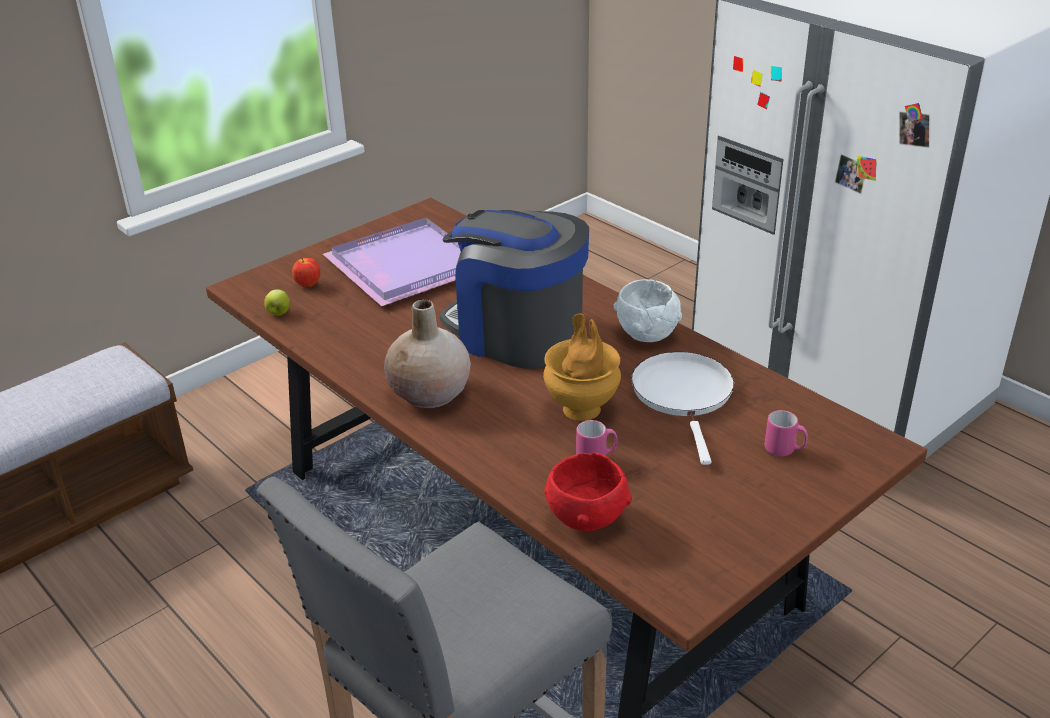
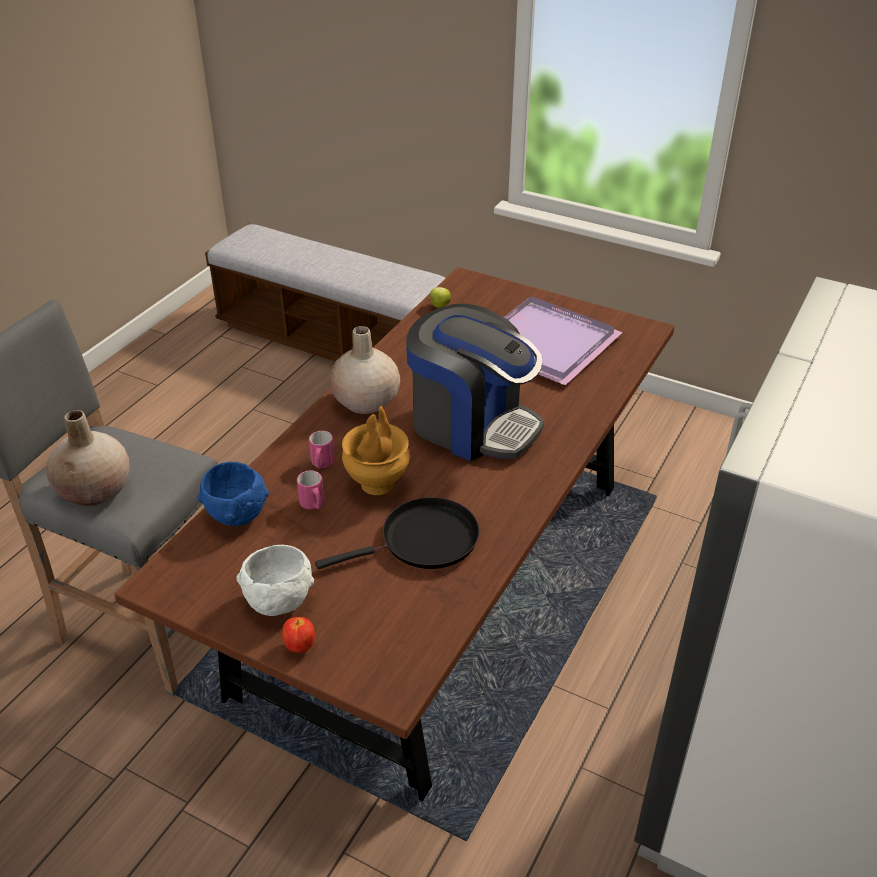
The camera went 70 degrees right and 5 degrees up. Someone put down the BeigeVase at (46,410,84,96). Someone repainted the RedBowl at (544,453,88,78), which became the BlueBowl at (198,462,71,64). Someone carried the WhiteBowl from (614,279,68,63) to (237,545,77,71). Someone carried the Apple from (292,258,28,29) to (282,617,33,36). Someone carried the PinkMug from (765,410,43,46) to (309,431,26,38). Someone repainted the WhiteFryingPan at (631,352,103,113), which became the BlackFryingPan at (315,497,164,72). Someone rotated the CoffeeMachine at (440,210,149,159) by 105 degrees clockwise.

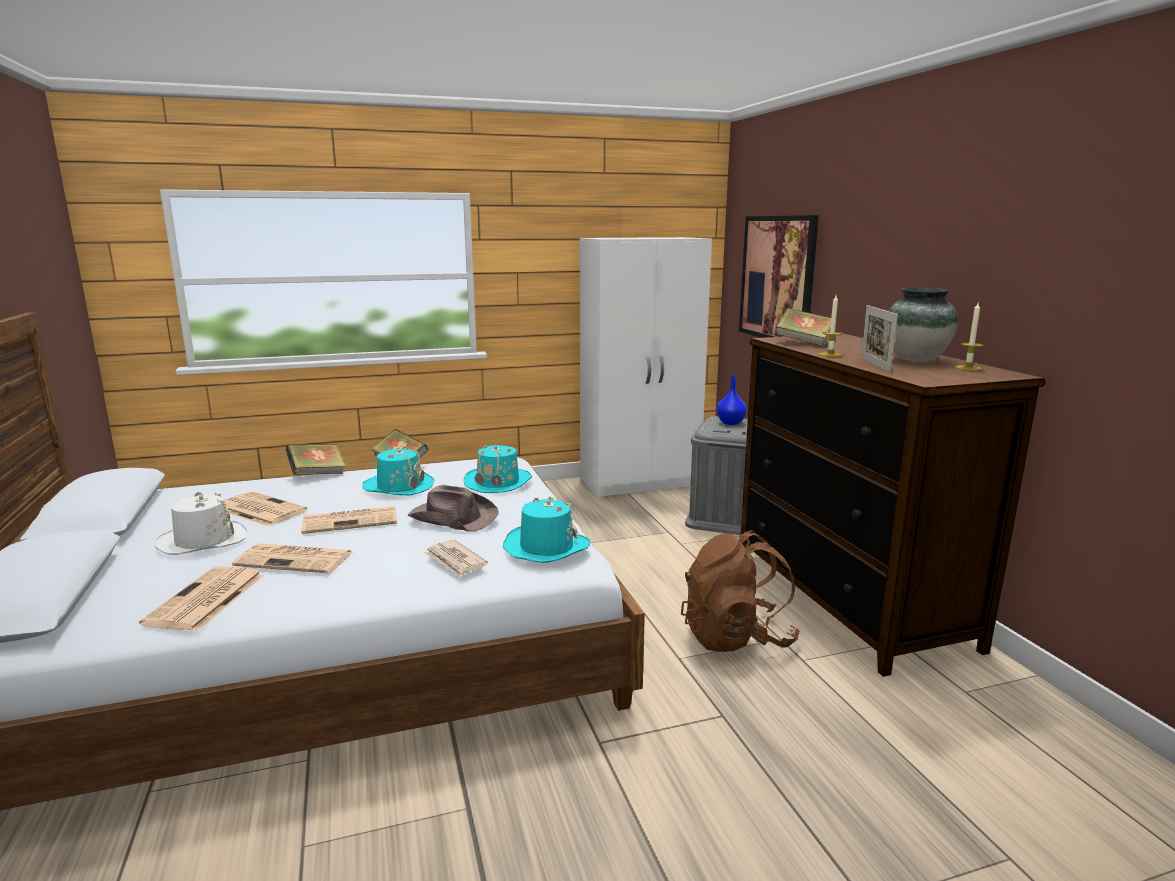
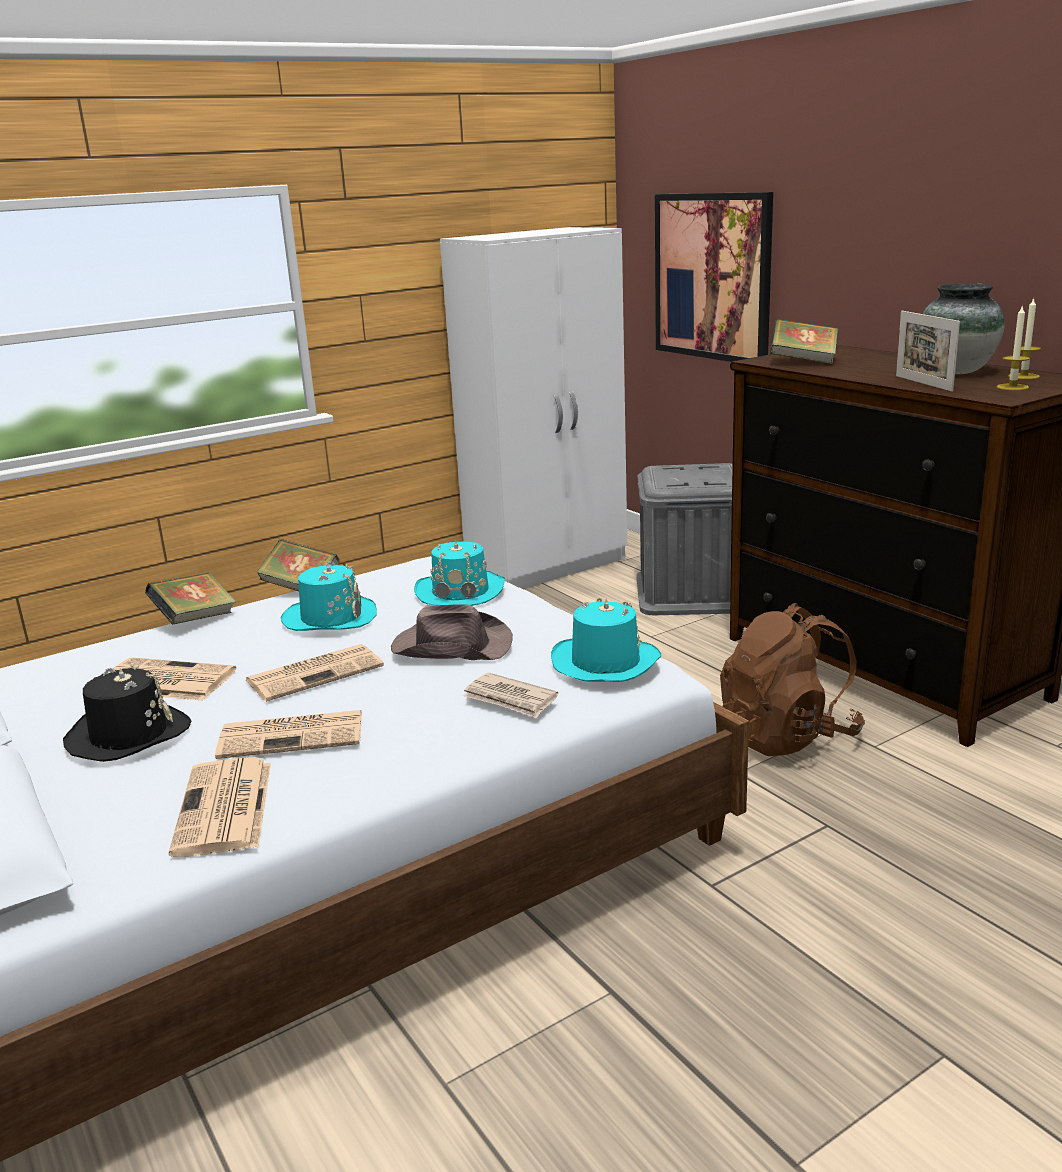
The camera went 15 degrees left and 5 degrees up. Someone repainted the WhiteHat at (155,492,92,63), which became the BlackHat at (63,665,128,97). Someone carried the Candle from (819,295,23,62) to (996,305,34,85). Someone took away the BlueVase at (717,376,30,49).

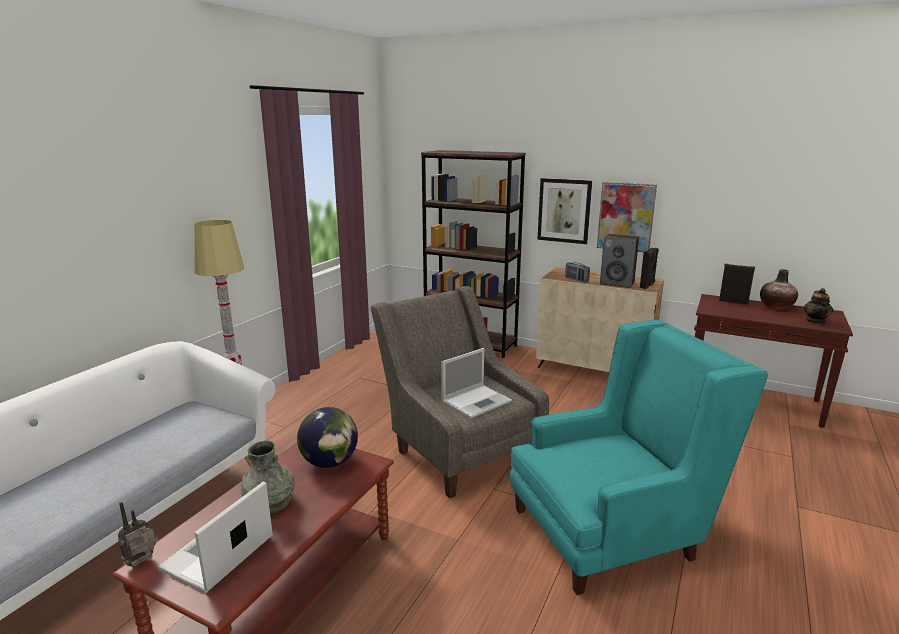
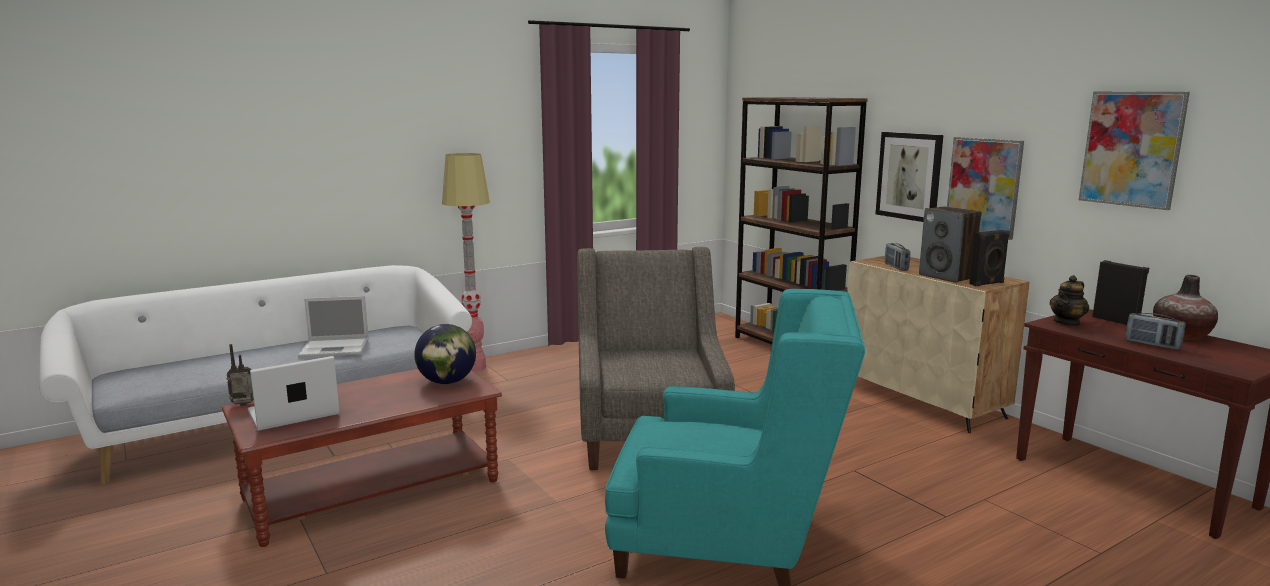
The camera went 30 degrees right and 5 degrees down. Someone carried the Laptop from (441,348,71,71) to (298,296,70,61). Someone carried the Teapot from (803,288,30,36) to (1049,275,40,51). Someone put up the Picture at (1079,91,111,119). Someone put down the Radio at (1125,313,61,37). Someone took away the GreyVase at (241,440,54,74).

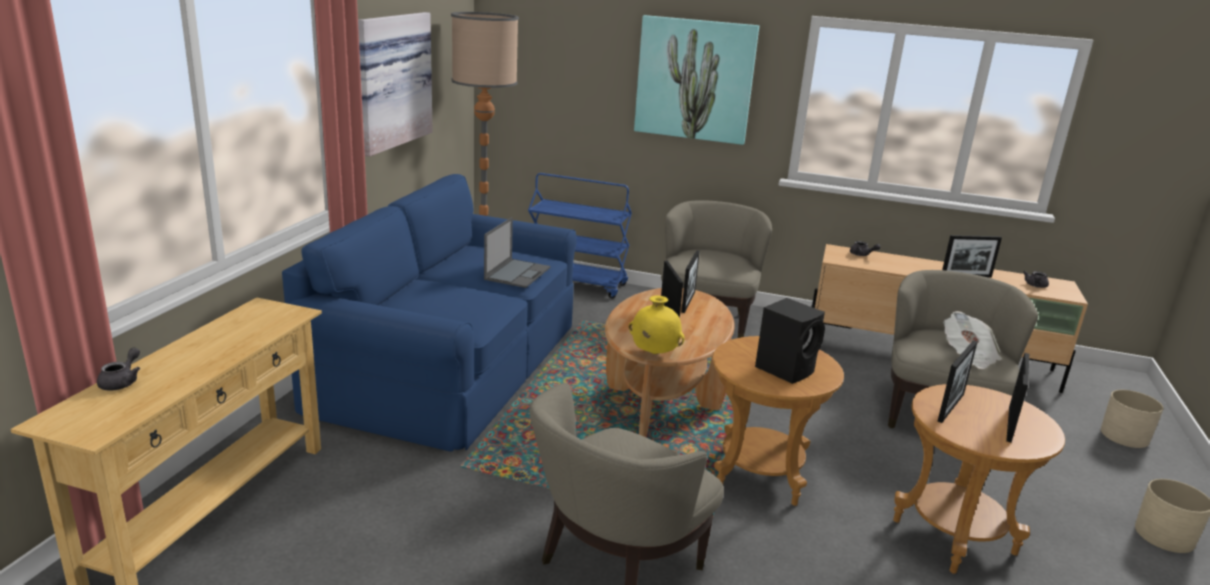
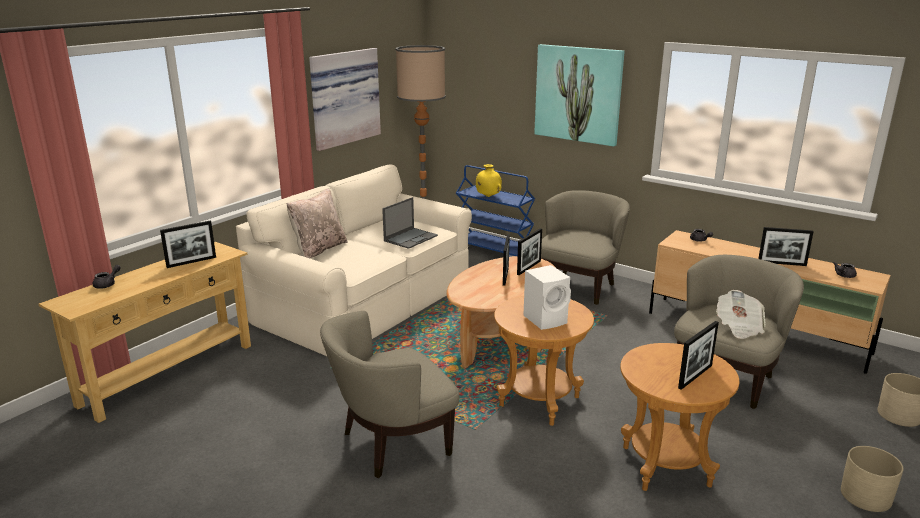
The camera went 20 degrees right and 0 degrees up. Someone carried the PictureFrame from (938,340,39,83) to (160,221,56,47). Someone repainted the BlueSofa at (282,174,295,278), which became the BeigeSofa at (236,165,236,191). Someone put down the BeigePillow at (286,188,62,71). Someone carried the YellowVase from (628,295,57,59) to (476,164,26,33). Someone repainted the BlackSpeaker at (755,298,70,86), which became the WhiteSpeaker at (523,265,48,65).

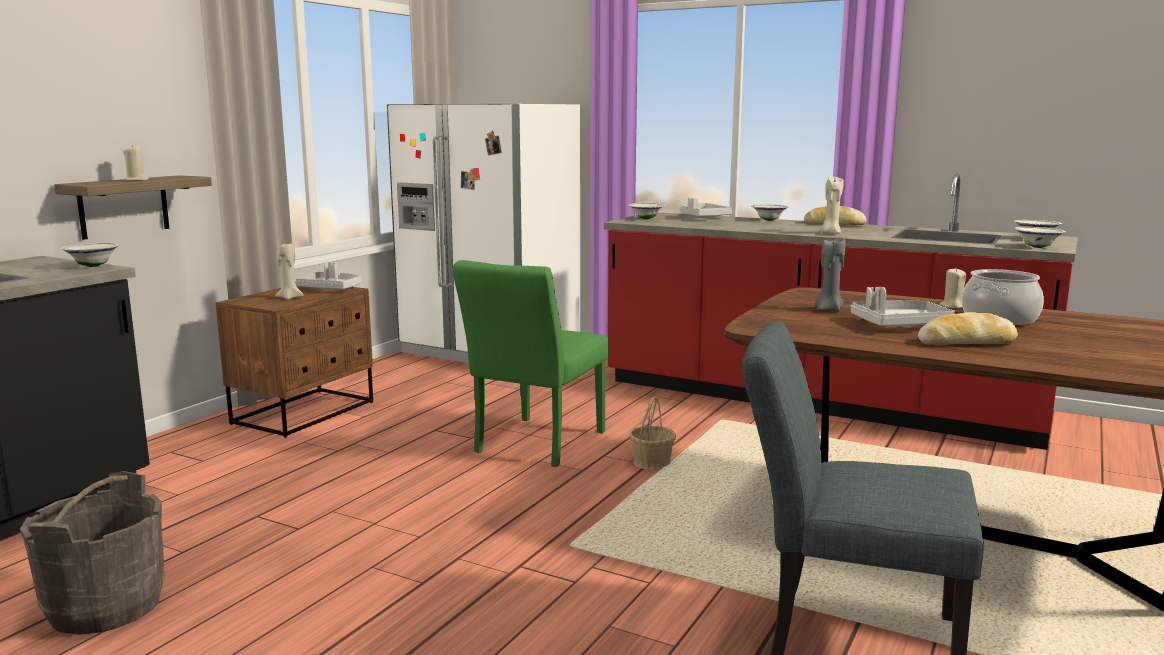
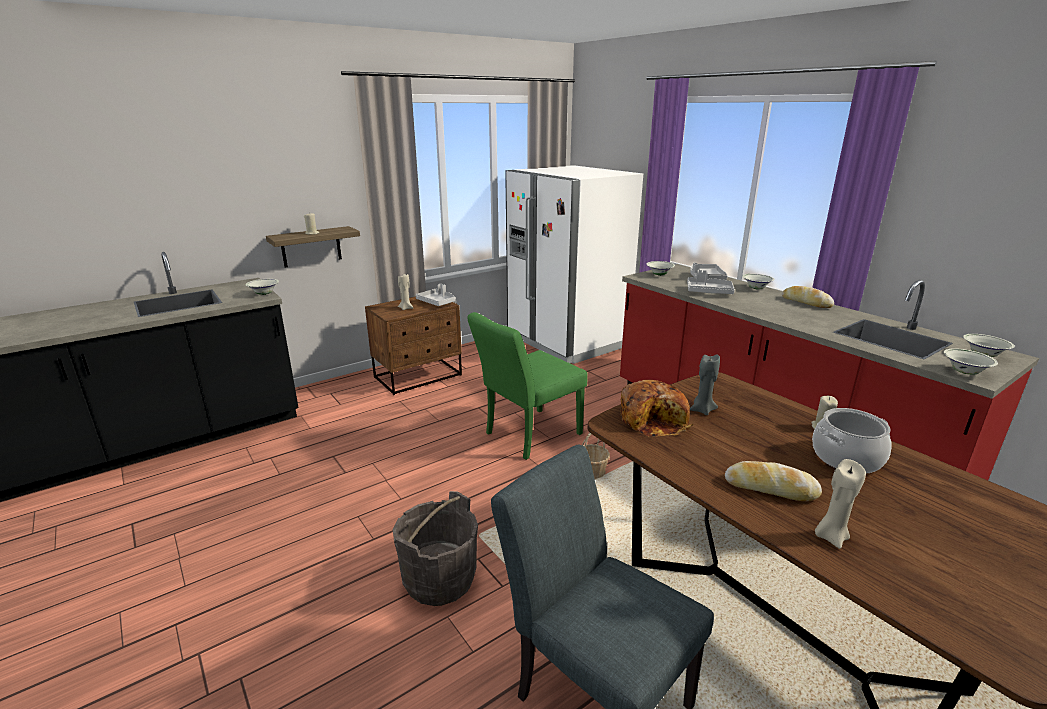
The camera went 25 degrees right and 10 degrees up. Someone carried the GreyBucket from (20,471,145,164) to (393,491,85,115). Someone put down the Bread at (620,380,73,57). Someone carried the GreyTray from (850,287,105,40) to (687,270,48,24). Someone carried the BeigeCandle from (821,176,23,58) to (815,459,51,90).

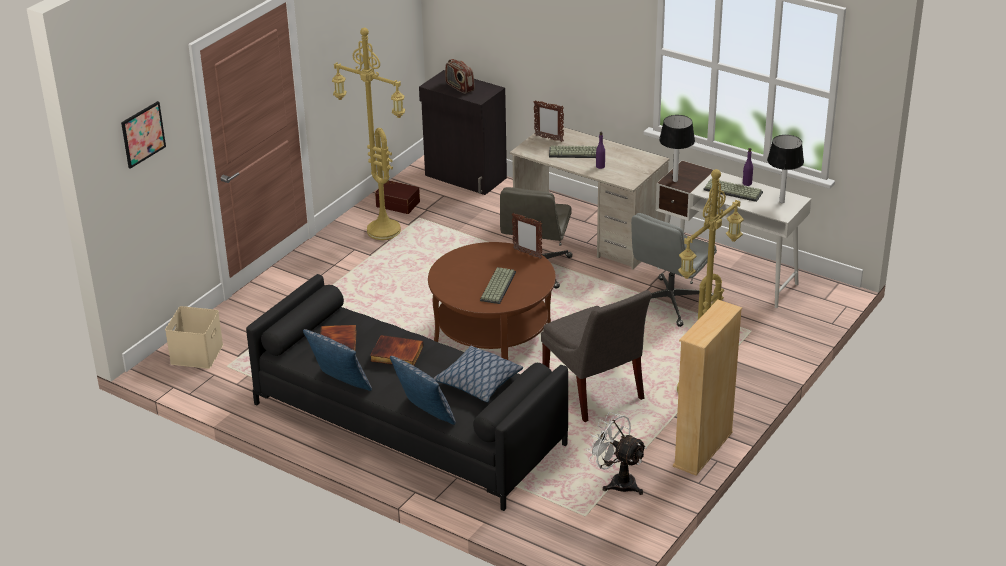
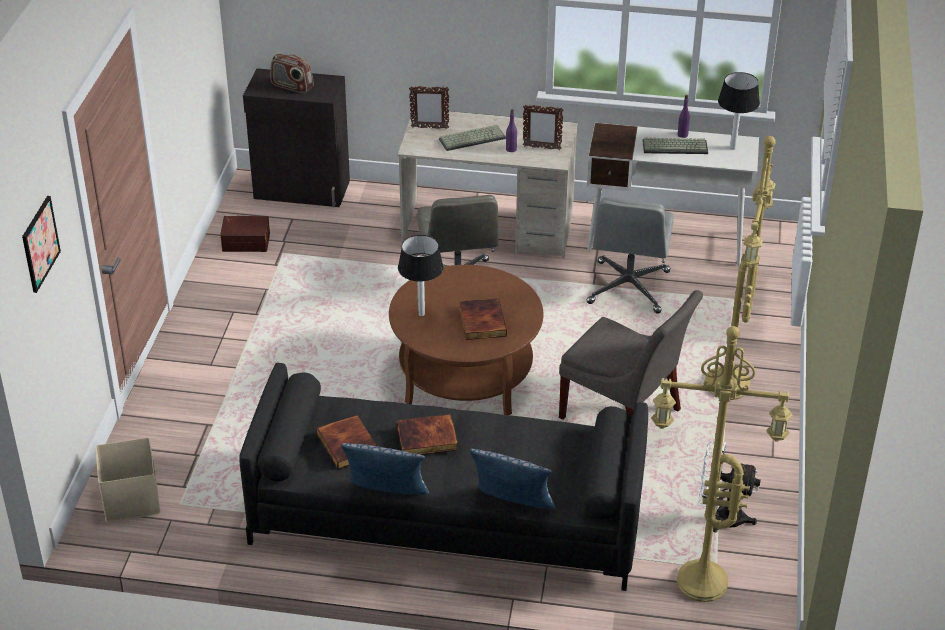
The camera went 25 degrees left and 5 degrees up. Someone carried the TableLamp from (659,115,36,67) to (398,235,45,81). Someone swapped the Keyboard at (480,267,36,37) for the Book at (459,298,48,42). Someone carried the PictureFrame from (512,213,30,46) to (523,104,41,46). Someone carried the YellowFloorLamp from (332,28,73,212) to (651,326,142,276). Someone took away the Pillow at (433,346,90,57). Someone took away the BeigeBookcase at (673,300,69,176).

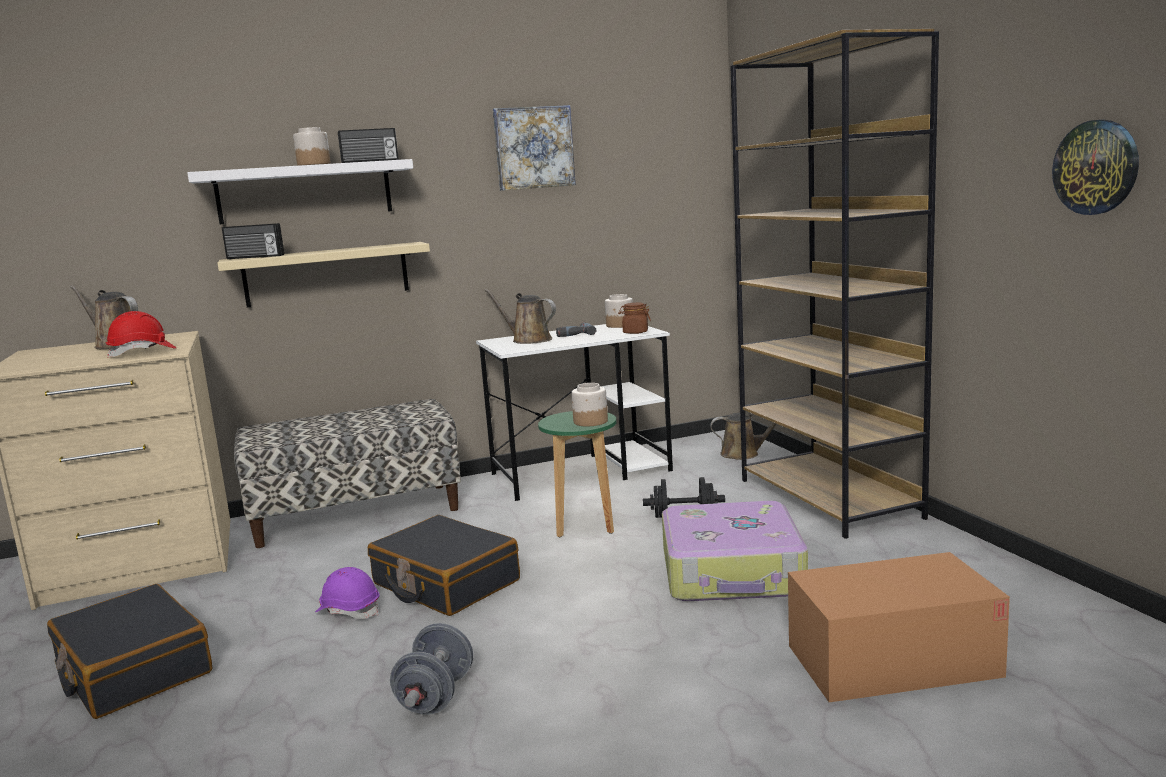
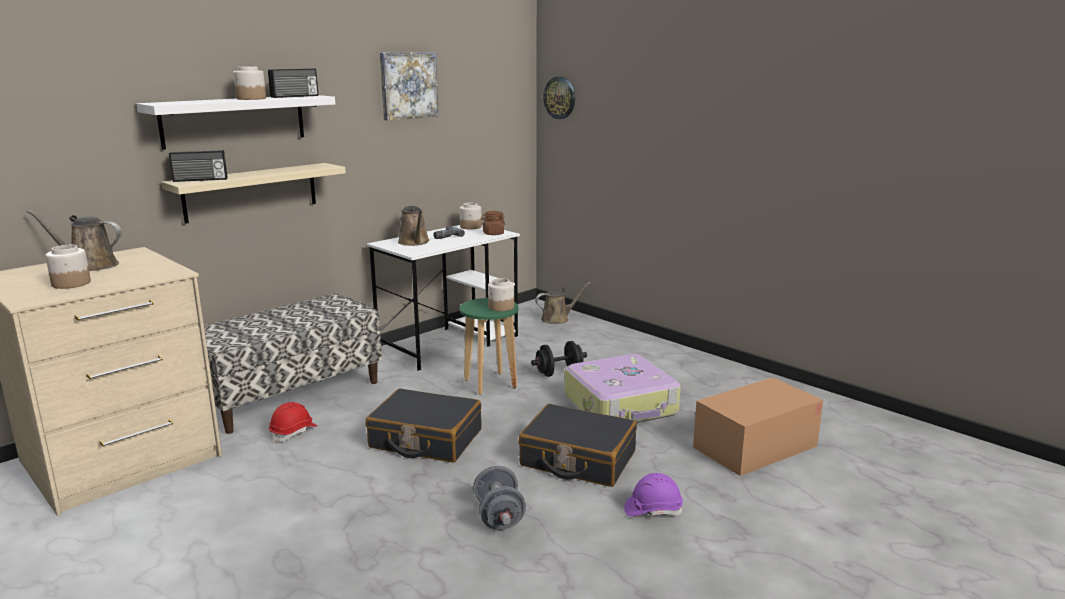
The camera went 25 degrees left and 5 degrees up. Someone put down the Jar at (45,245,46,44). Someone carried the RedHardHat from (106,311,70,46) to (269,402,48,41). Someone rotated the BrownWateringCan at (484,289,72,55) by 120 degrees counterclockwise. Someone carried the BlackSuitcase from (47,584,165,135) to (518,404,119,83). Someone carried the WallClock from (1052,120,87,95) to (543,77,32,42). Someone carried the PurpleHardHat from (315,567,64,52) to (624,473,59,43). Someone took away the BrownBookcase at (730,29,209,510).

